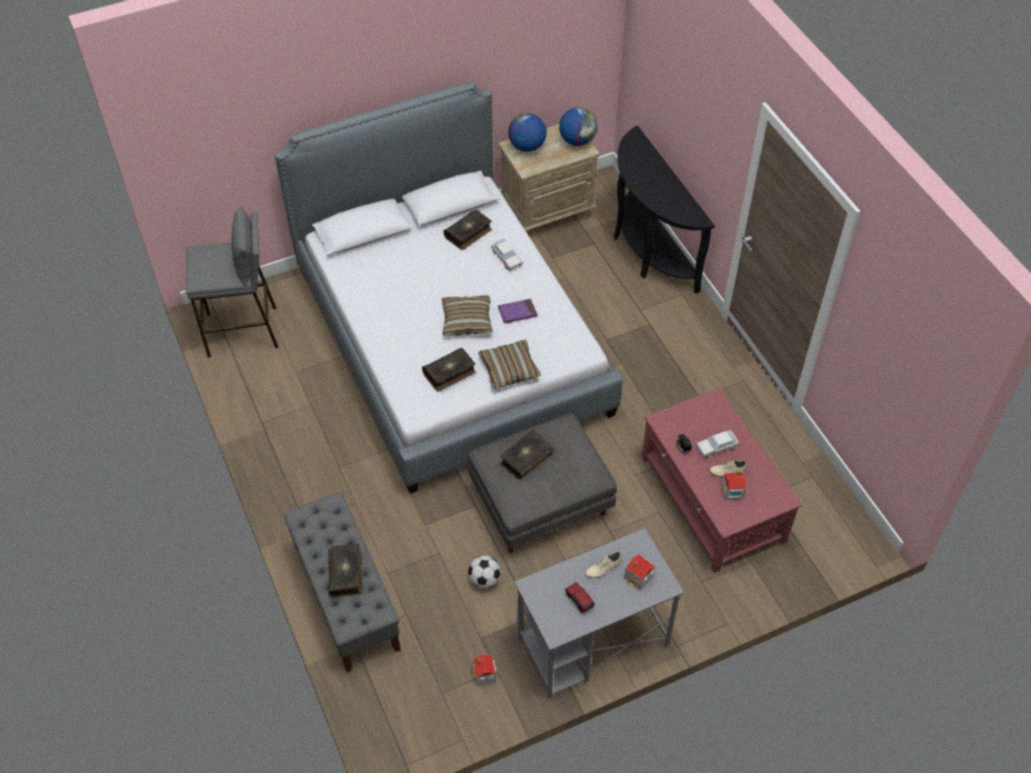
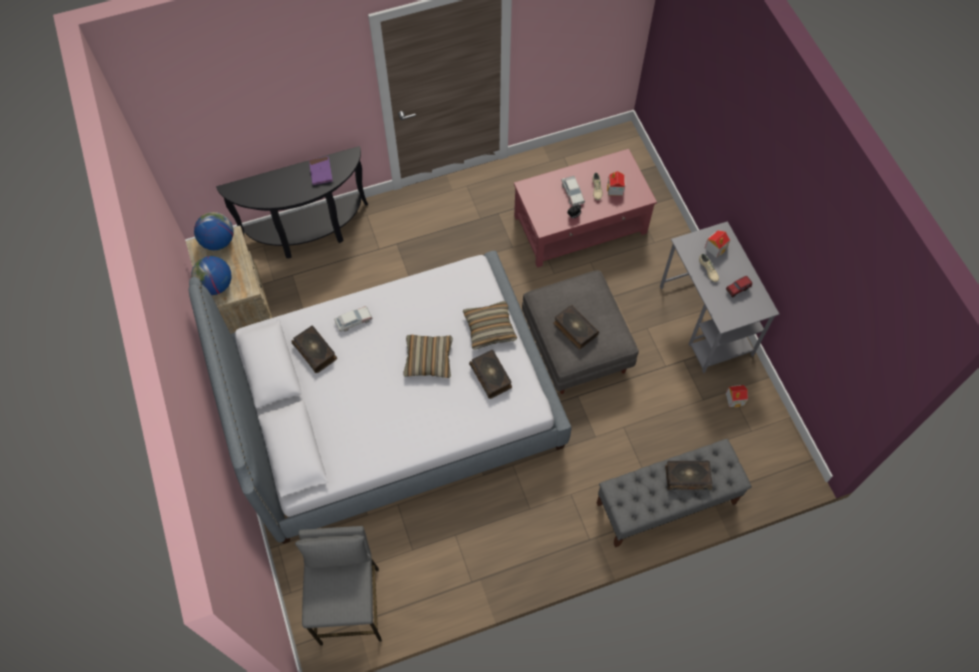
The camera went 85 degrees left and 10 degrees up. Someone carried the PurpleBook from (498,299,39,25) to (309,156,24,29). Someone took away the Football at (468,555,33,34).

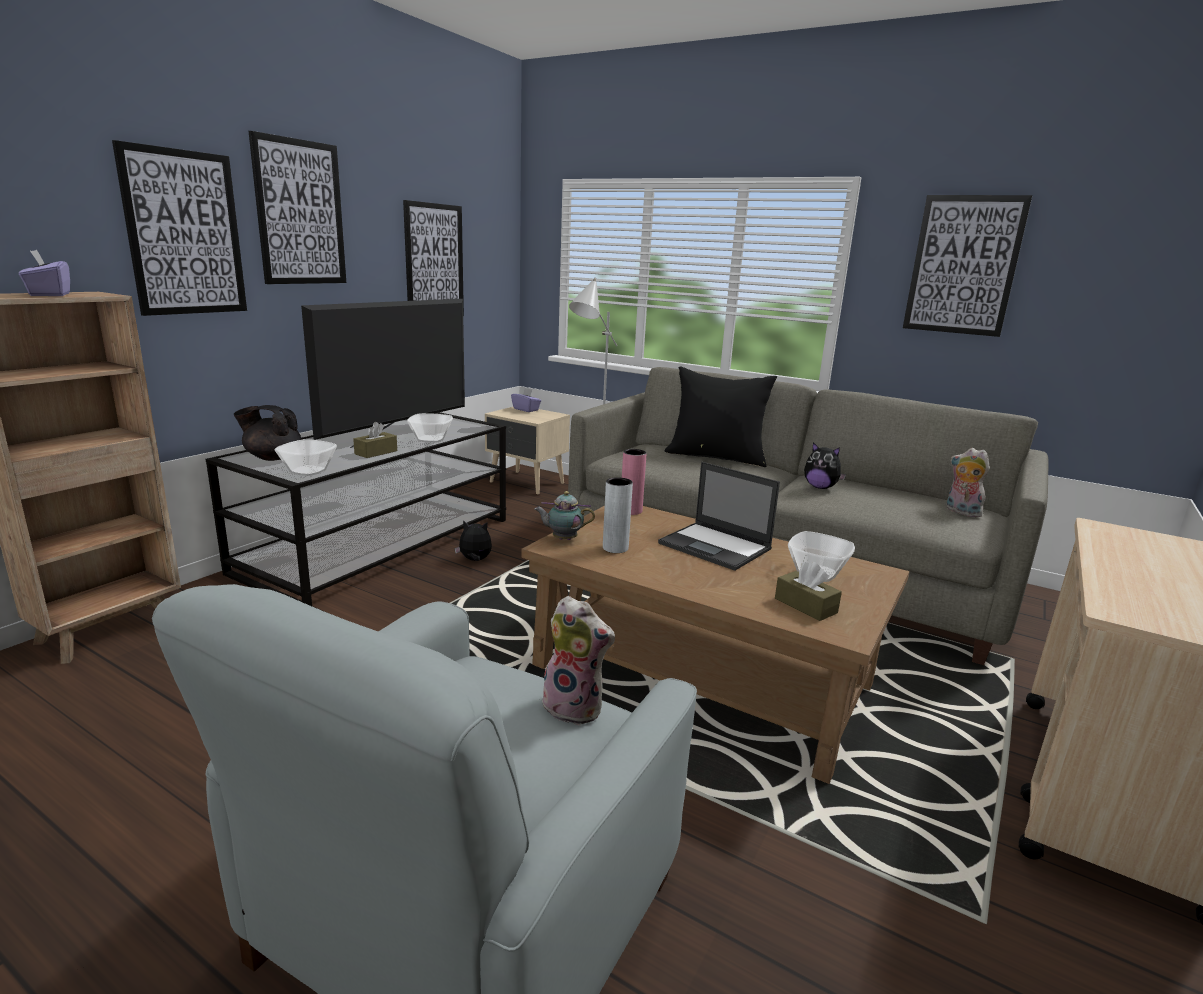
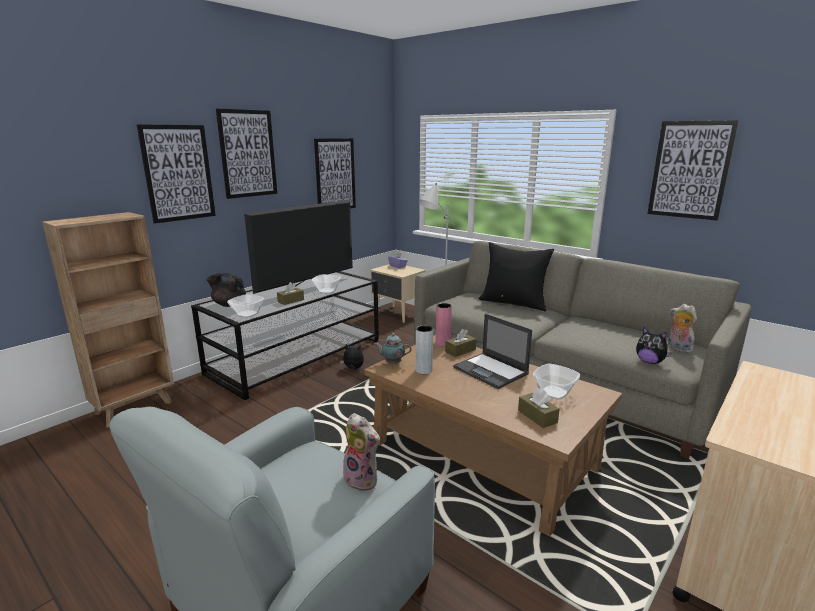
The camera went 10 degrees right and 0 degrees up. Someone put down the BrownTissueBox at (445,329,31,28). Someone carried the PlushToy from (804,442,42,47) to (636,327,36,37). Someone took away the PurpleTissueBox at (19,250,51,46).

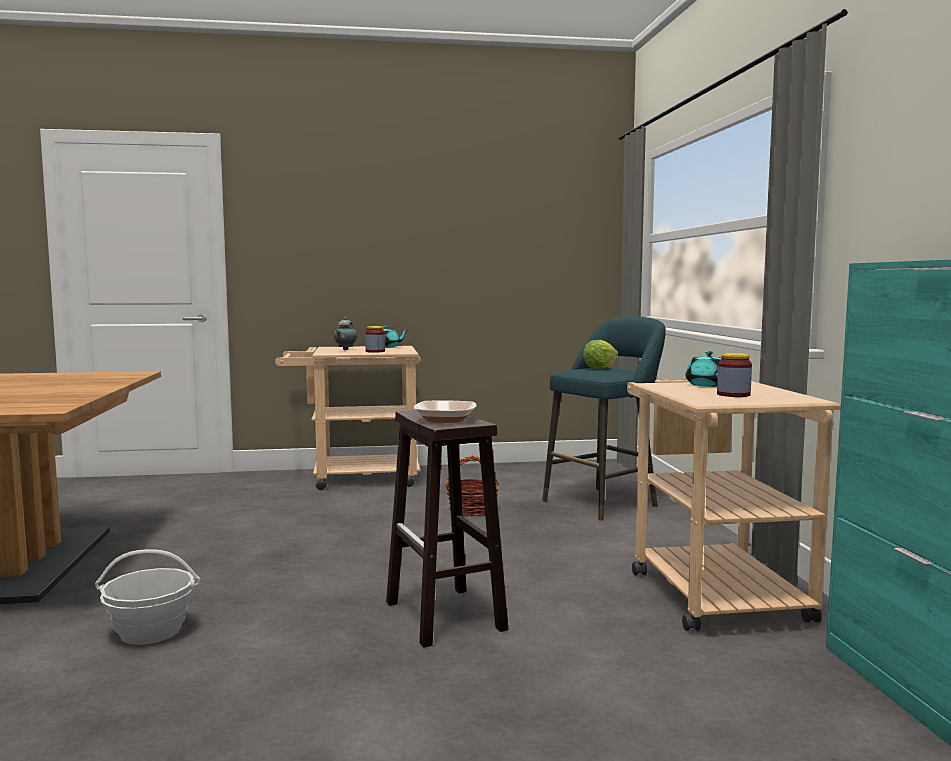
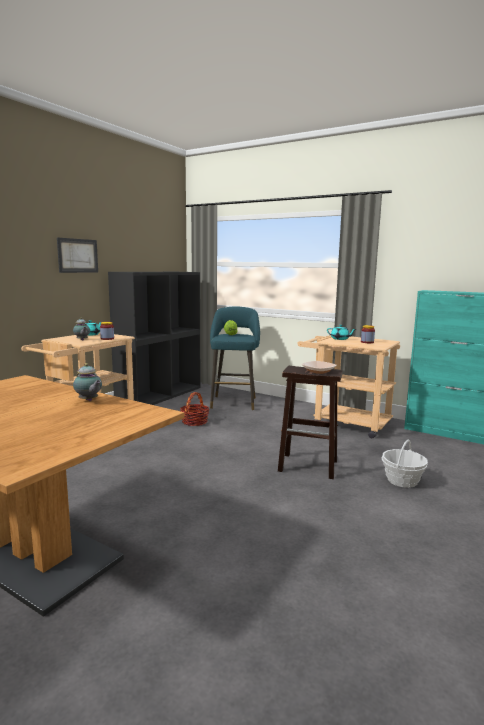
The camera went 50 degrees left and 5 degrees up. Someone put up the Picture at (57,237,41,36). Someone put down the Teapot at (73,363,29,38). Someone put down the BlackBookcase at (108,272,92,133). Someone carried the Basket from (95,549,106,96) to (381,440,47,48).

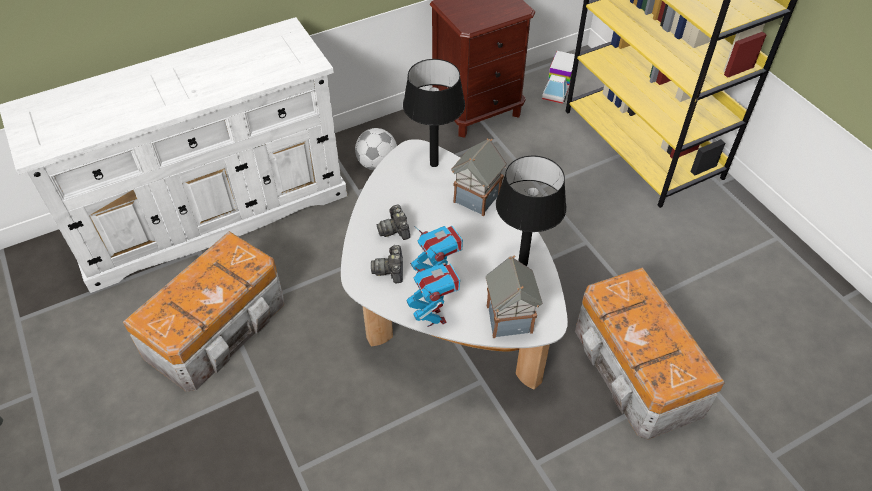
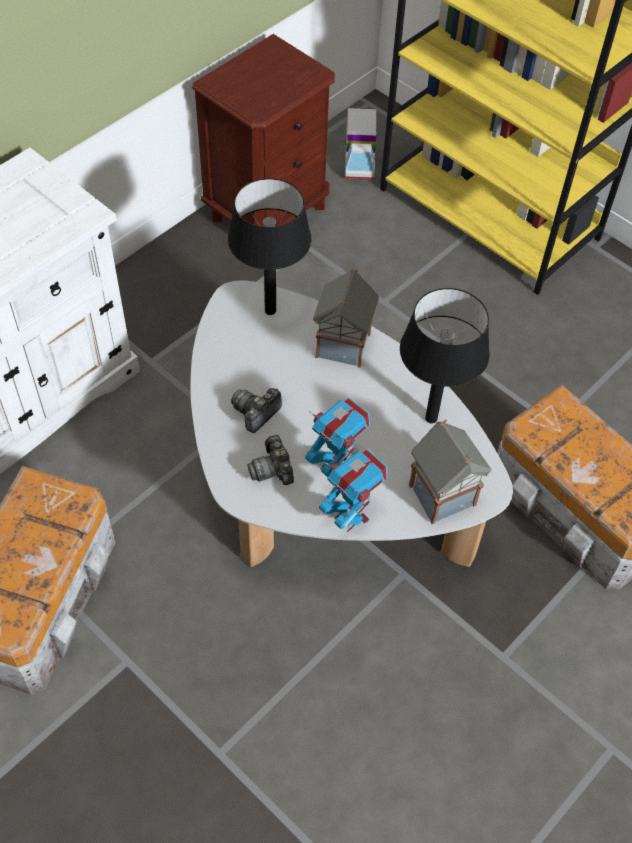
The camera went 20 degrees left and 5 degrees up. Someone rotated the PhotoCamera at (377,204,33,36) by 75 degrees clockwise. Someone took away the Football at (355,128,42,42).

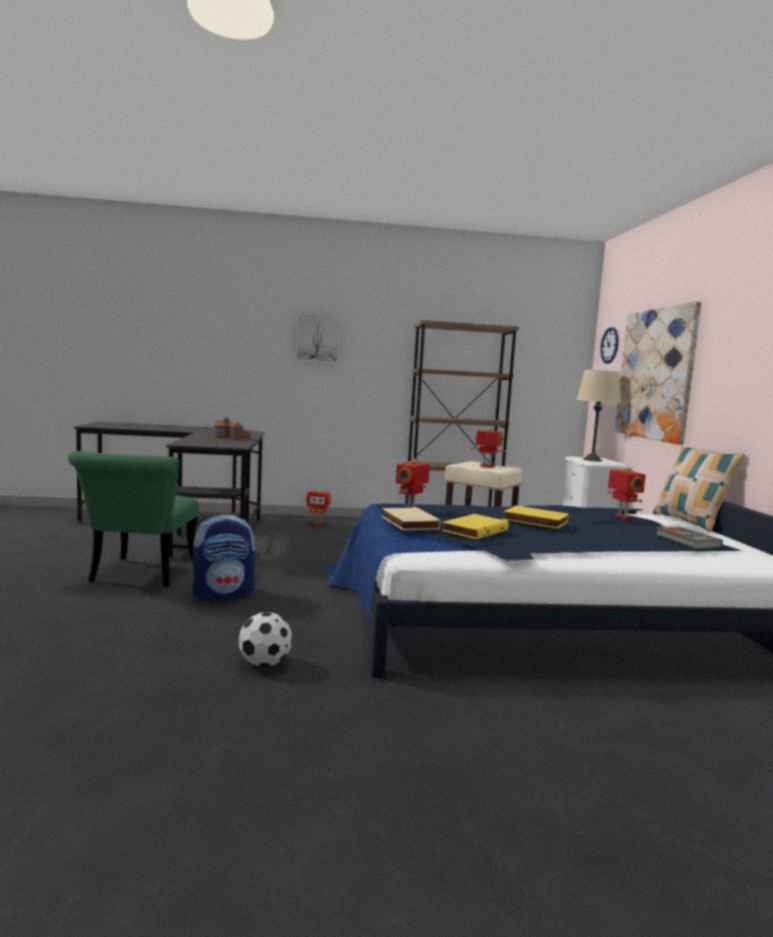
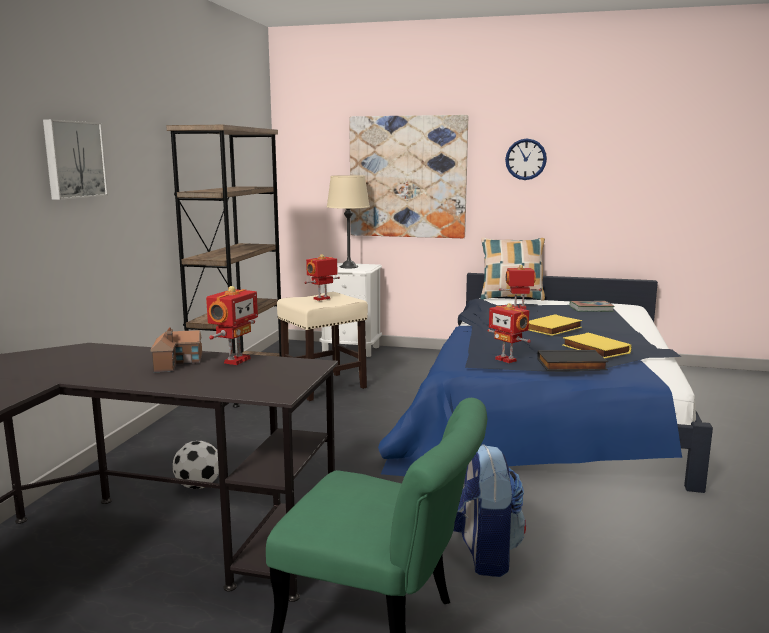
The camera went 70 degrees left and 5 degrees up. Someone carried the Football from (239,612,53,55) to (172,441,47,48). Someone carried the ToyRobot from (301,489,34,37) to (206,286,52,79). Someone carried the WallClock from (600,327,19,37) to (505,139,42,41). Someone repainted the BeigeBook at (381,507,60,23), which became the BlackBook at (537,350,71,21).

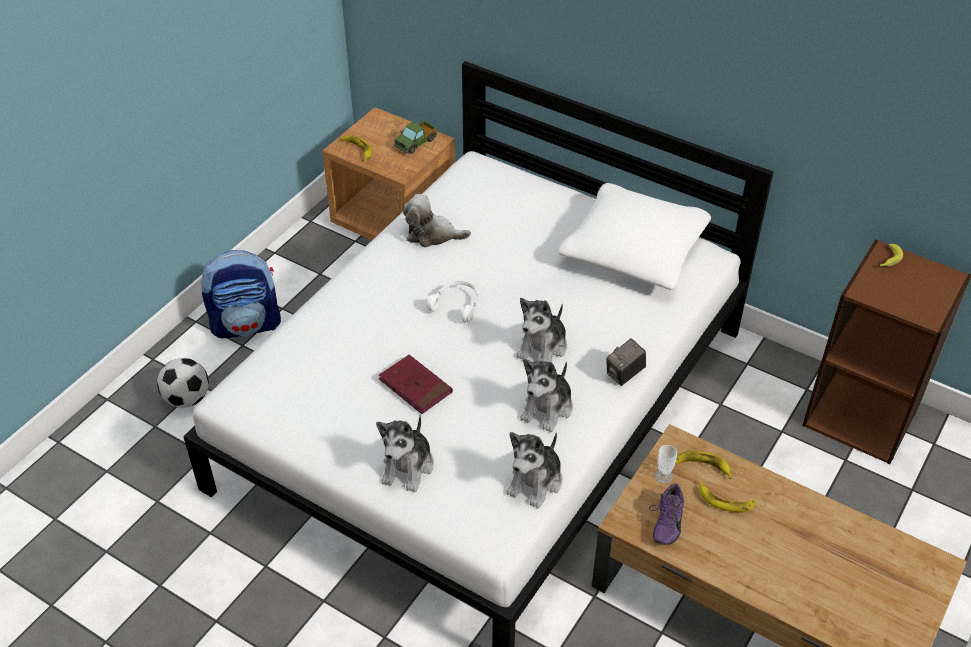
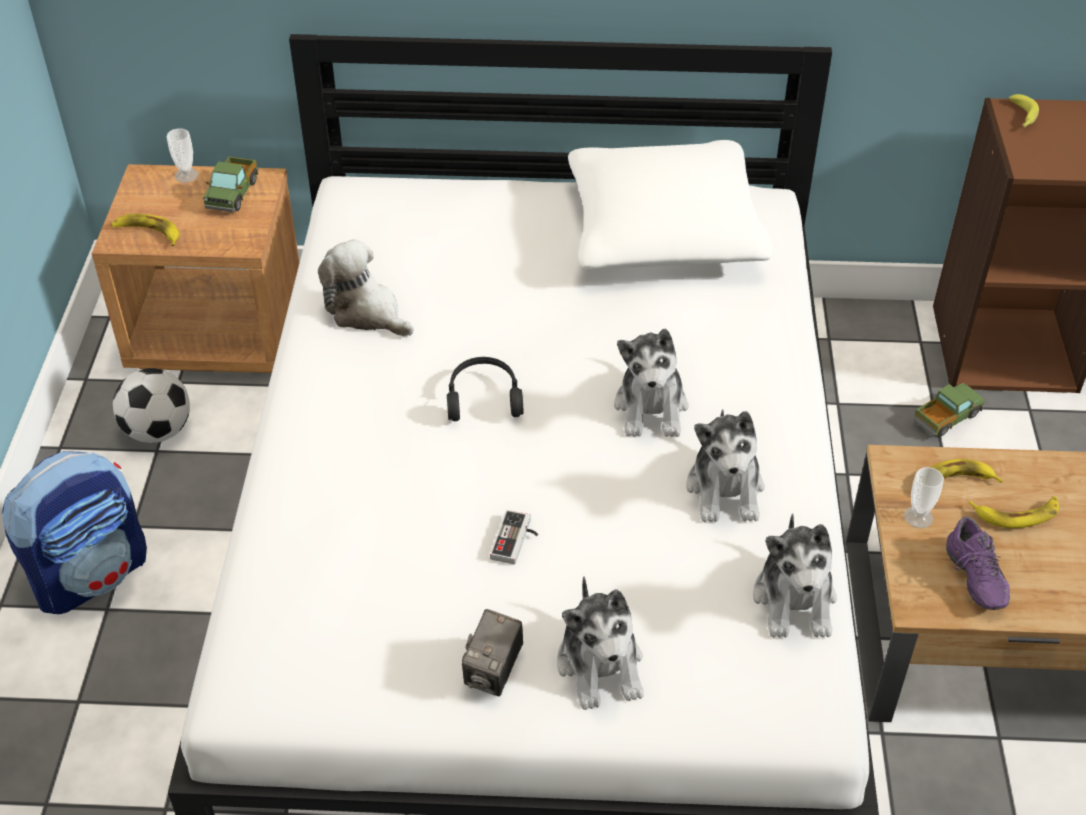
The camera went 30 degrees left and 0 degrees up. Someone carried the Football from (157,358,52,50) to (113,368,77,75). Someone put down the Cup at (167,128,31,55). Someone rotated the PlushToy at (402,194,69,53) by 60 degrees clockwise. Someone repainted the WhiteHeadphones at (427,281,51,42), which became the BlackHeadphones at (447,357,76,64). Someone carried the PhotoCamera from (606,338,40,48) to (462,609,61,87). Someone swapped the RedBook at (379,355,74,59) for the GameController at (490,510,48,54). Someone put down the ToyTruck at (913,383,72,54).

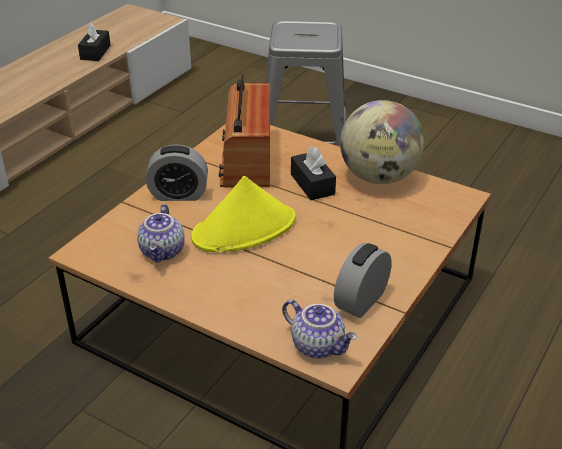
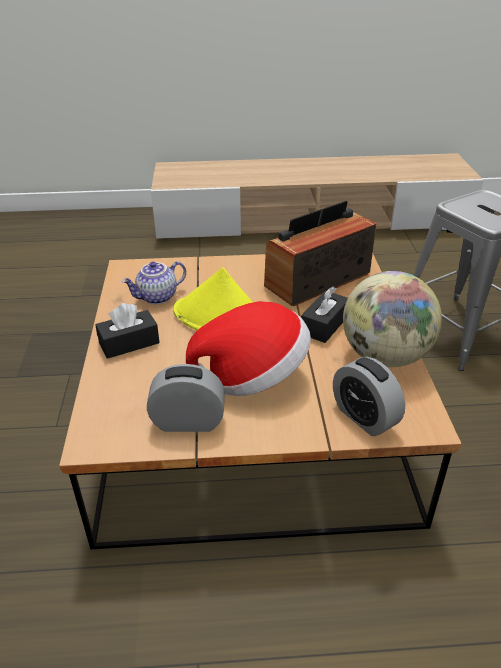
The camera went 55 degrees right and 0 degrees up. Someone carried the BlackTissueBox from (78,23,33,38) to (95,303,65,56). Someone put down the Hat at (186,301,125,95). Someone carried the AlarmClock from (146,145,62,56) to (333,357,72,79). Someone took away the Teapot at (282,300,75,59).

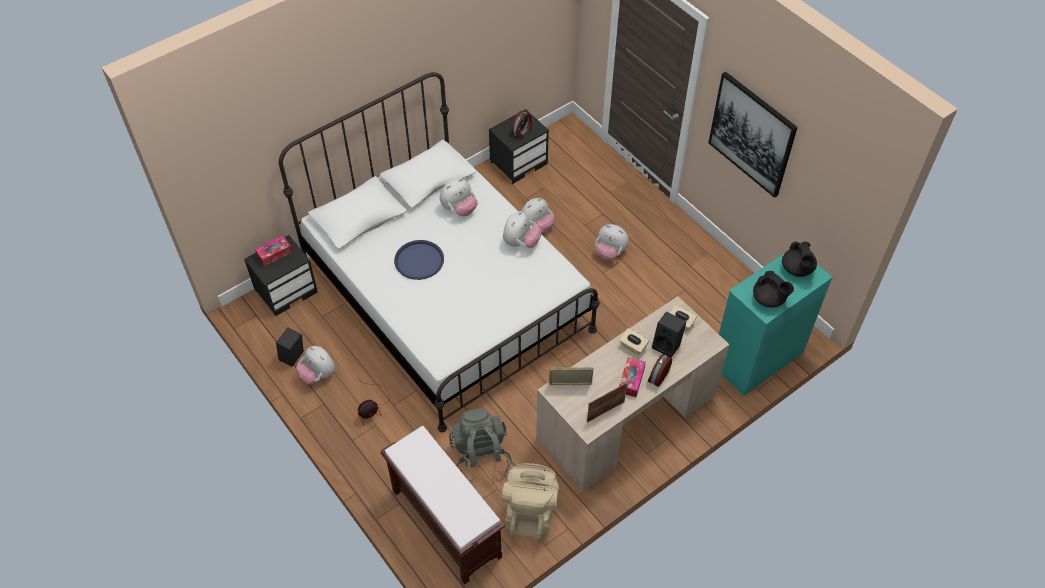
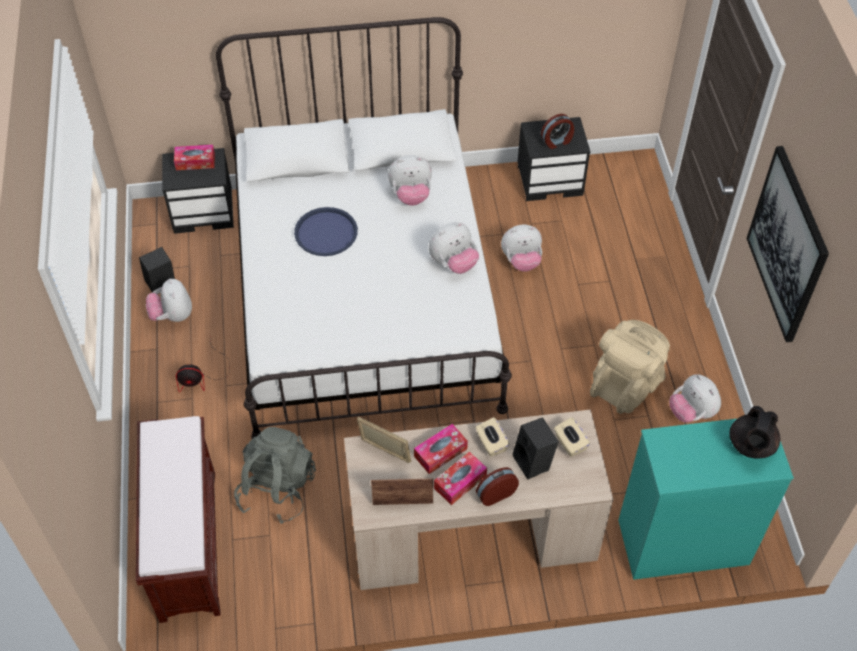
The camera went 30 degrees right and 0 degrees up. Someone put down the TissueBox at (414,424,54,50). Someone carried the BeigeBackpack from (502,463,57,80) to (590,320,80,94). Someone carried the PlushToy from (595,224,34,36) to (669,374,52,49). Someone took away the BlackTeapot at (753,271,41,36).

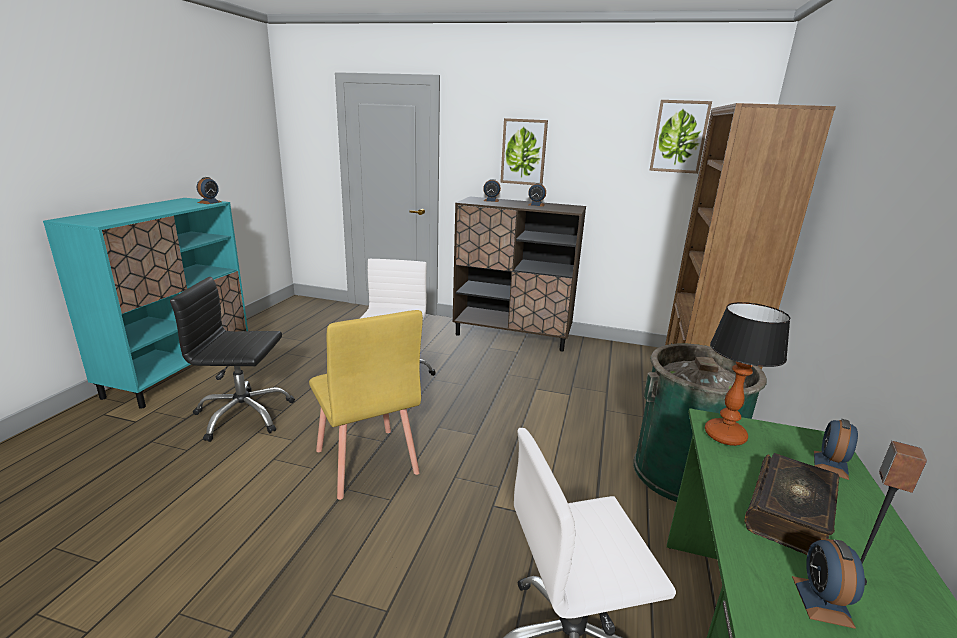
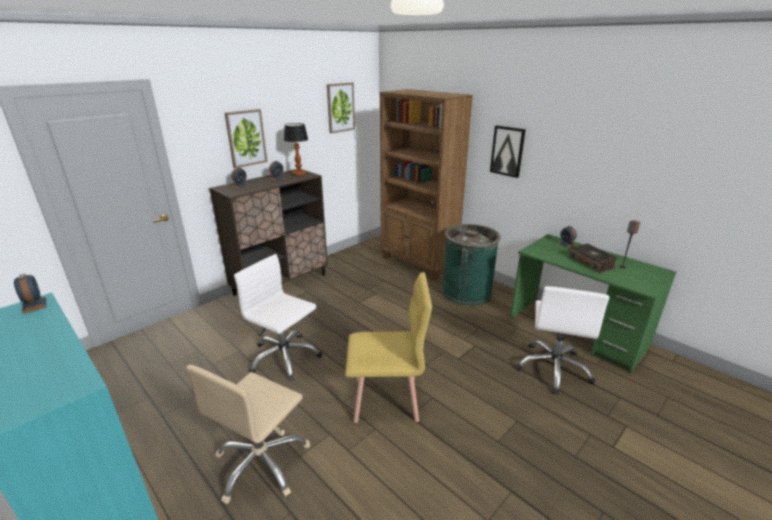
The camera went 60 degrees left and 5 degrees up. Someone repainted the BlackOfficeChair at (170,277,125,165), which became the BeigeOfficeChair at (186,365,124,139). Someone carried the TableLamp from (705,302,85,144) to (284,123,24,53). Someone put up the Picture at (490,125,36,53). Someone took away the AlarmClock at (792,539,73,90).

